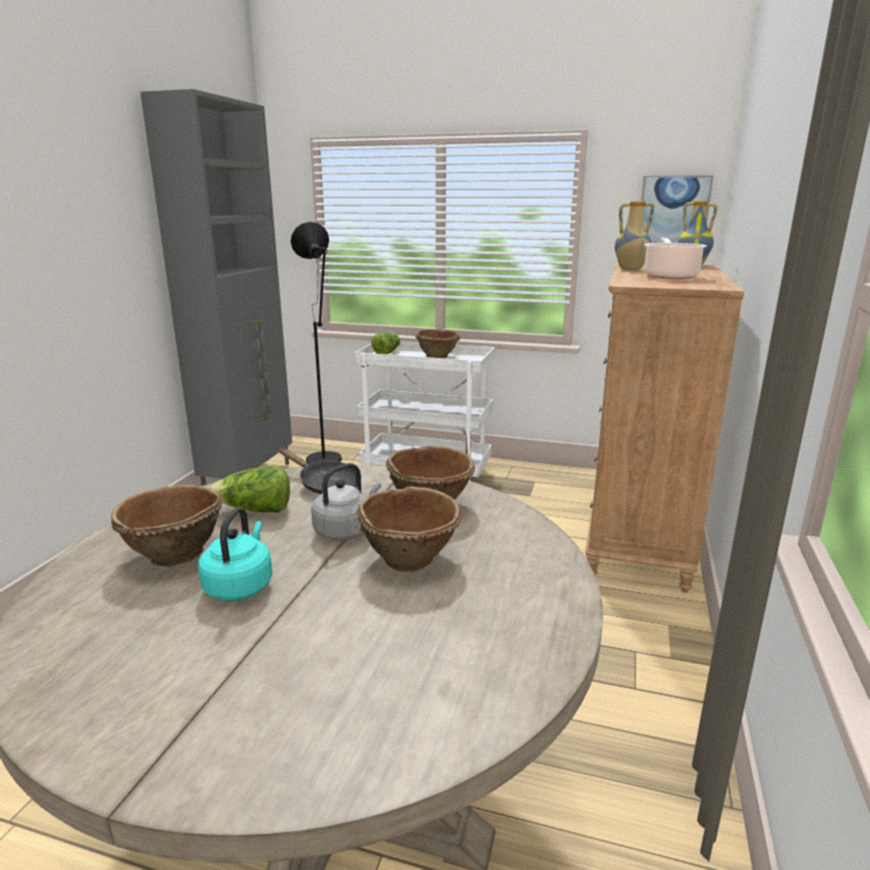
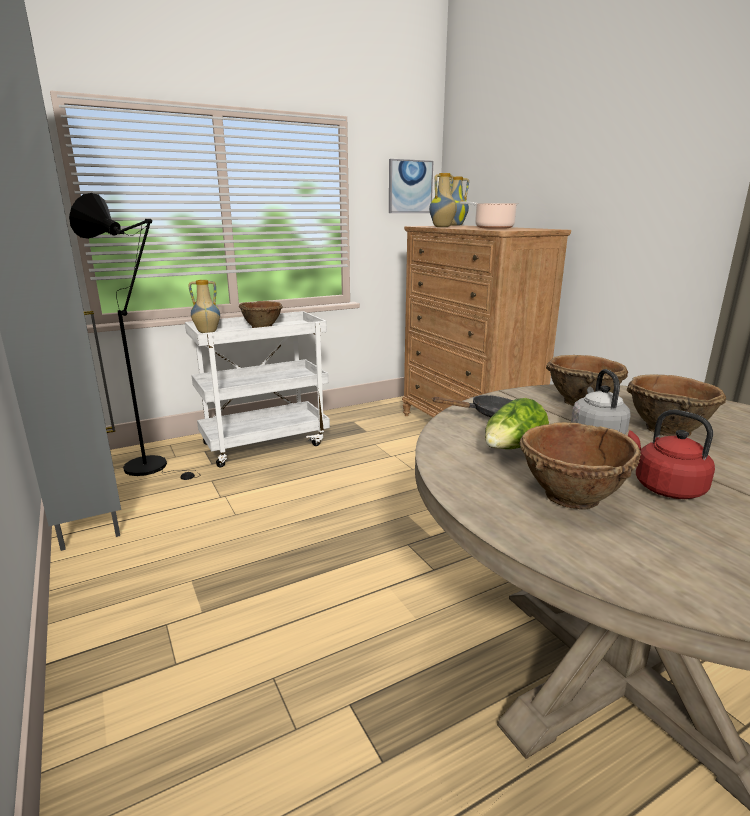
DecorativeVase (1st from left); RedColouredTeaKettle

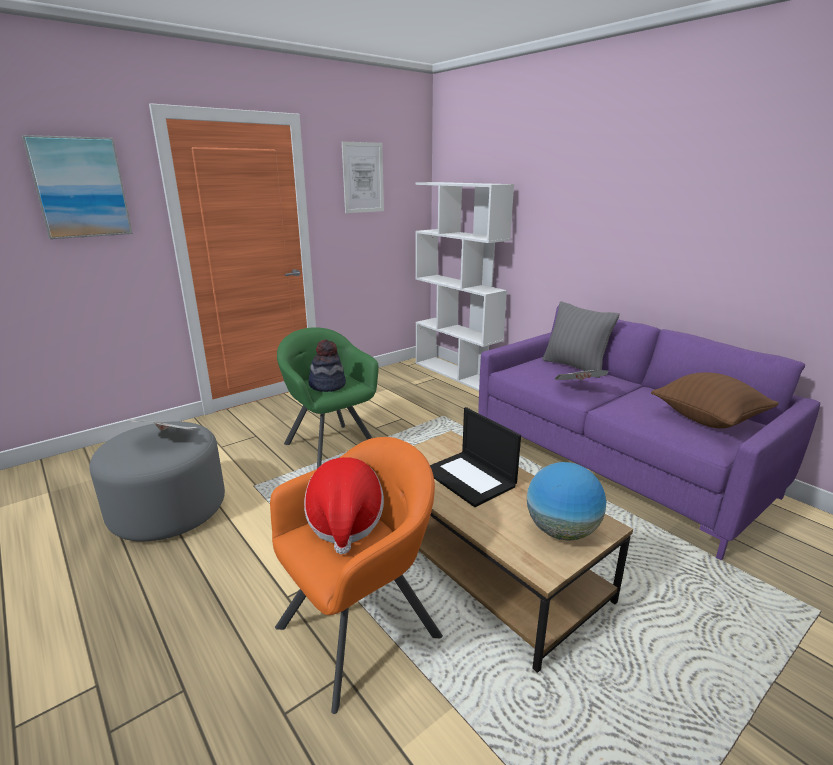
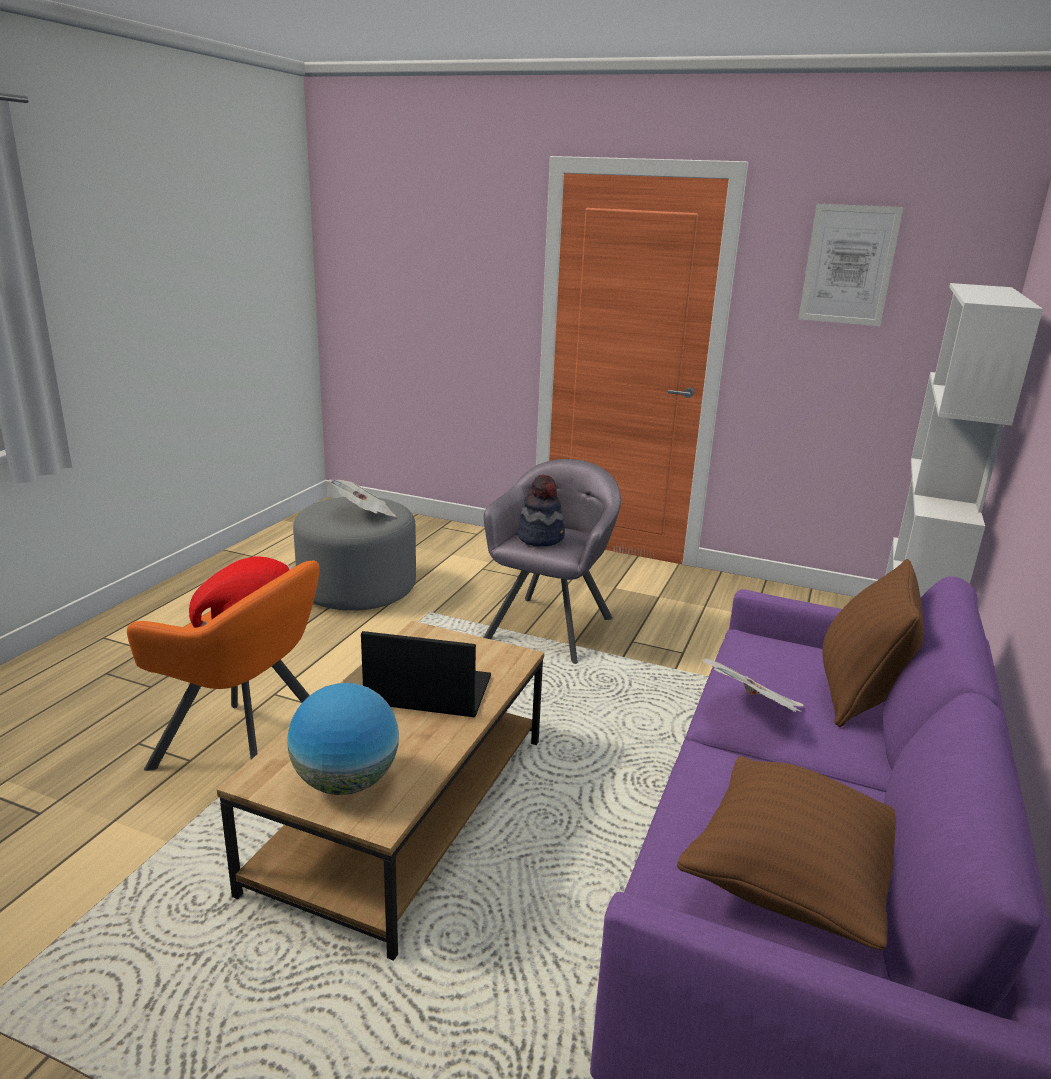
WallArt (1st from left in the first image); BrownColouredThrowPillow (2nd from left); GrayLoungeChair; NotebookComputer

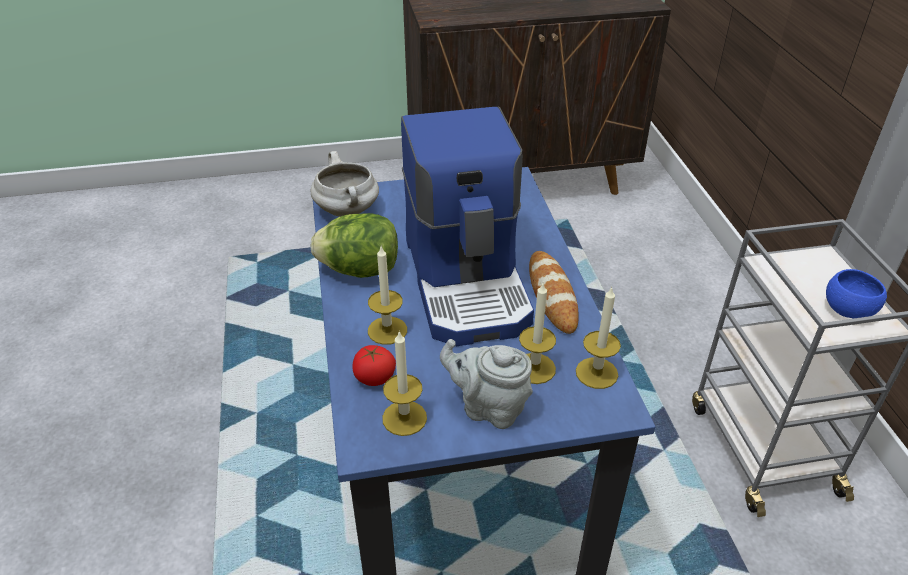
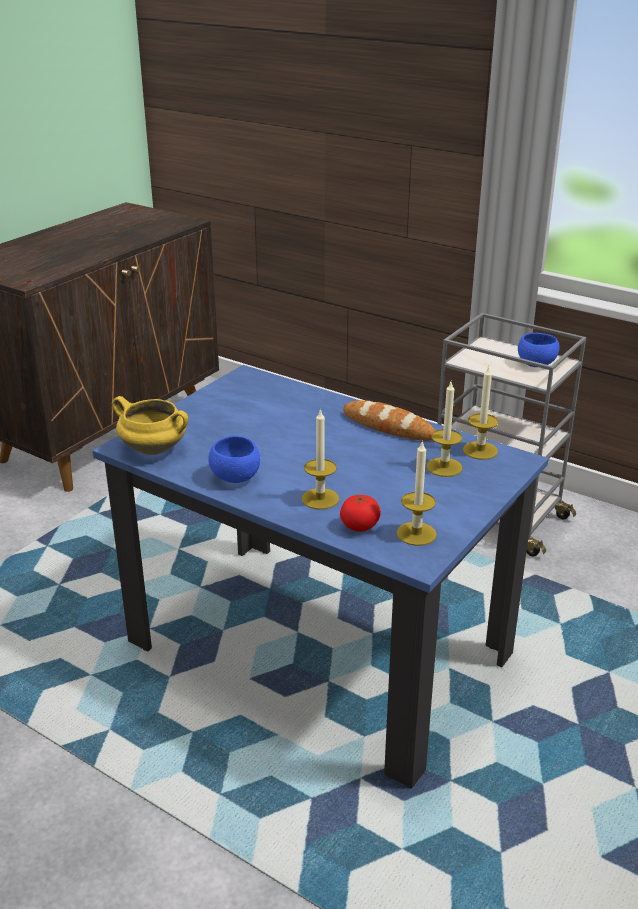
CoffeeMaker; YellowCookingPot; BlueColouredServingBowl (1st from left); GrayTeapot

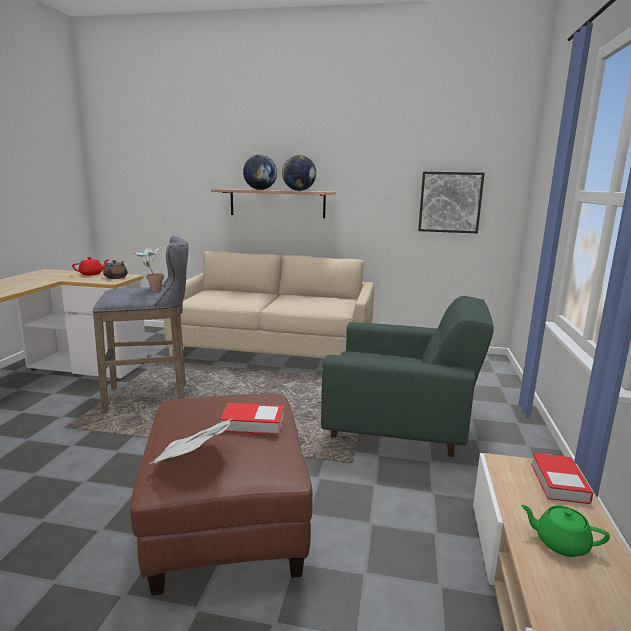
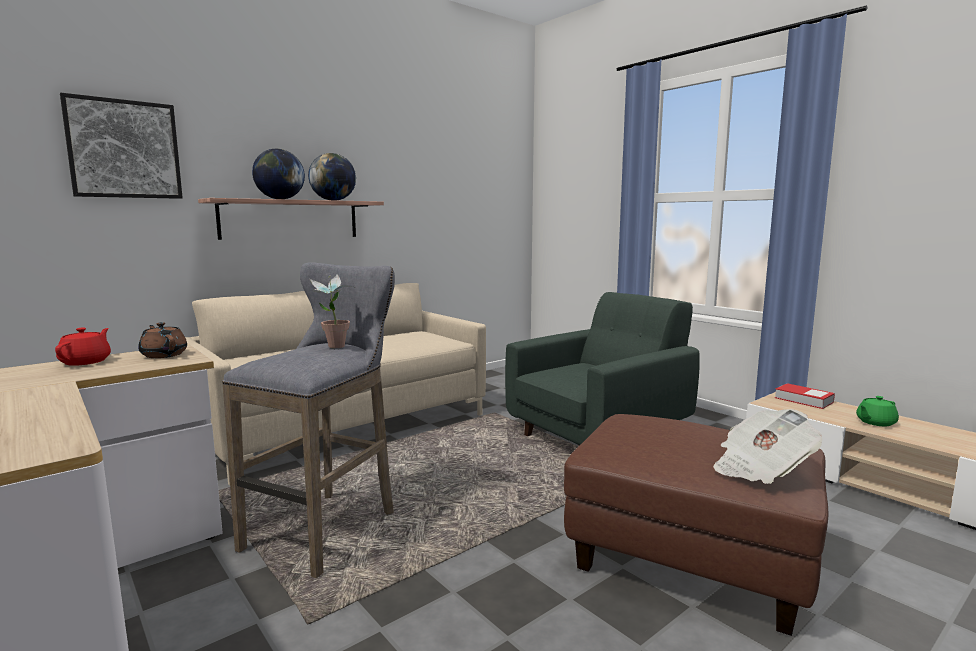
WallArt; BoundBook (1st from left in the first image)

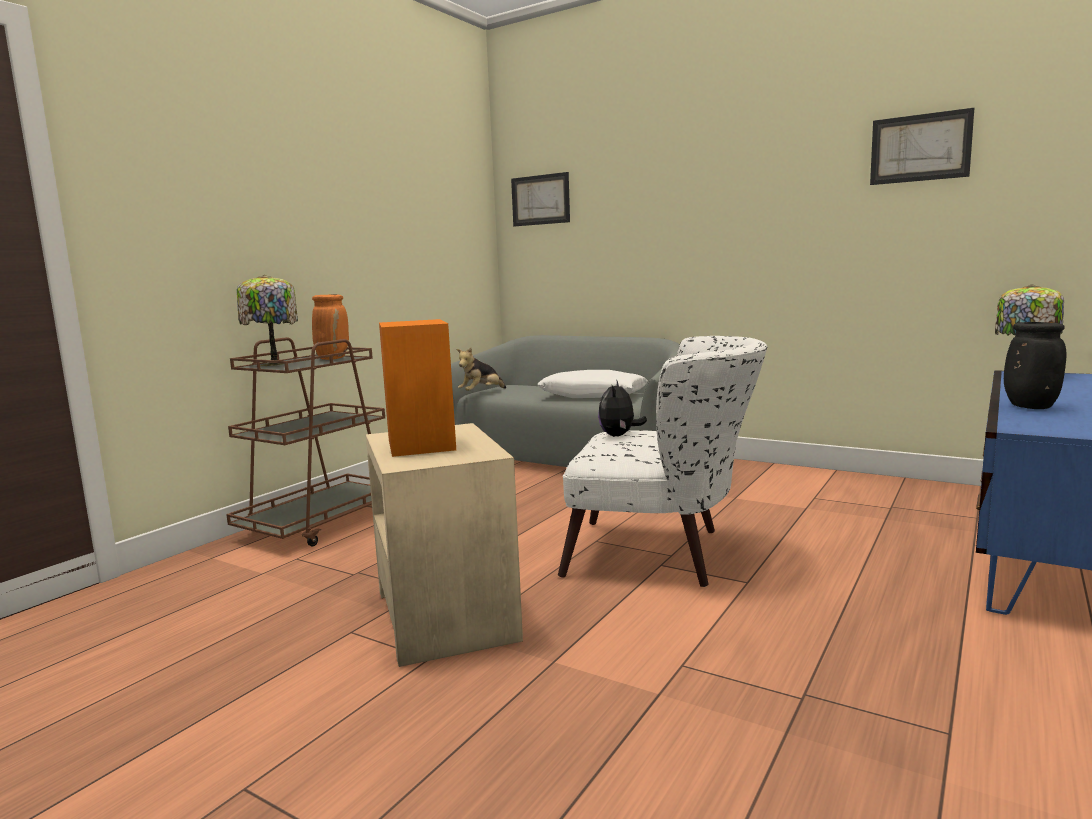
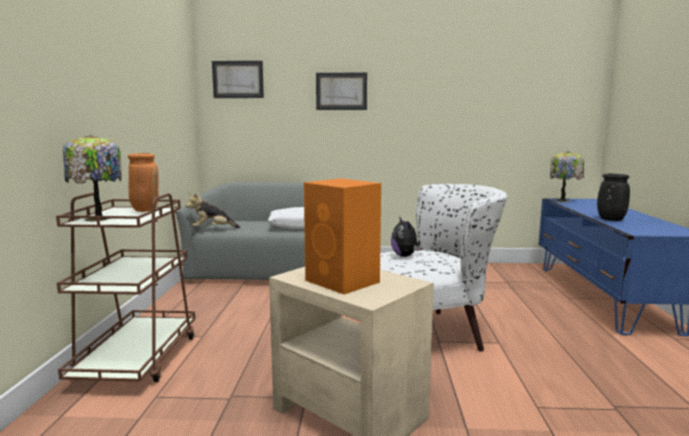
WallArt (2nd from left); CuddlyToy (1st from left)

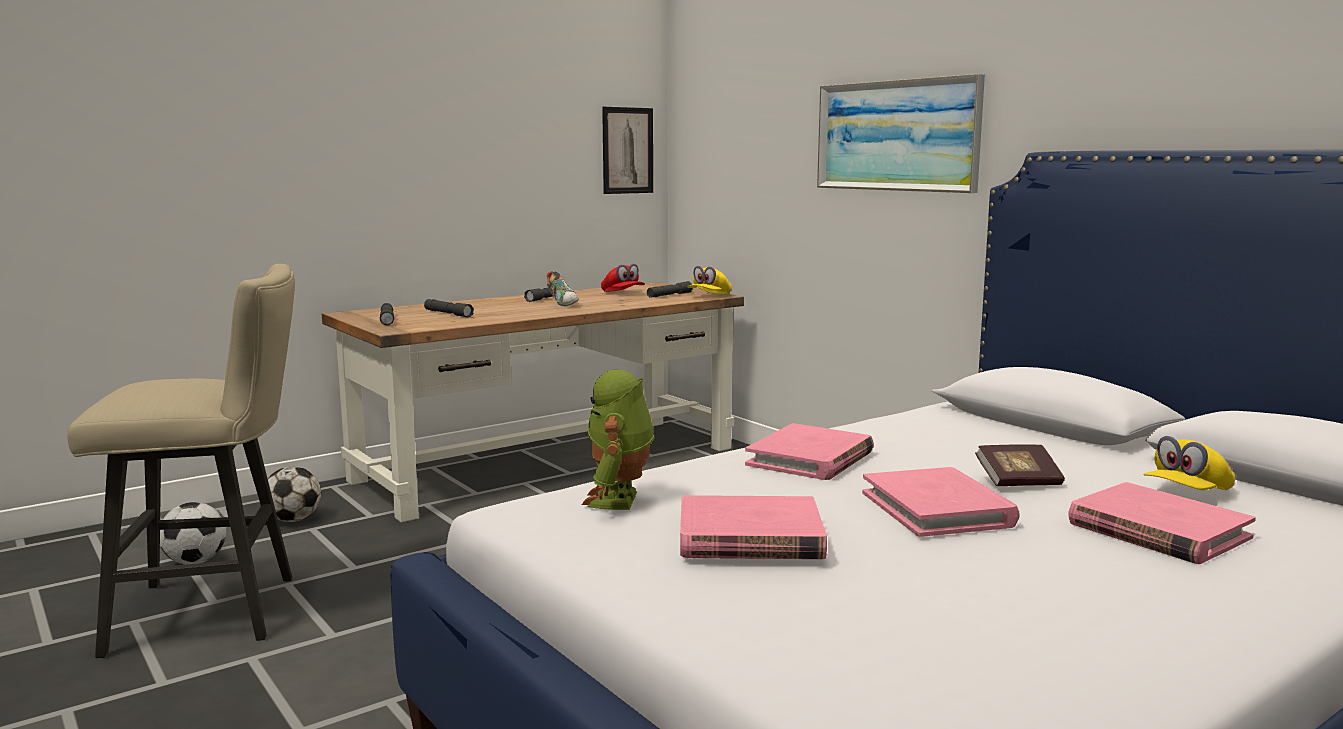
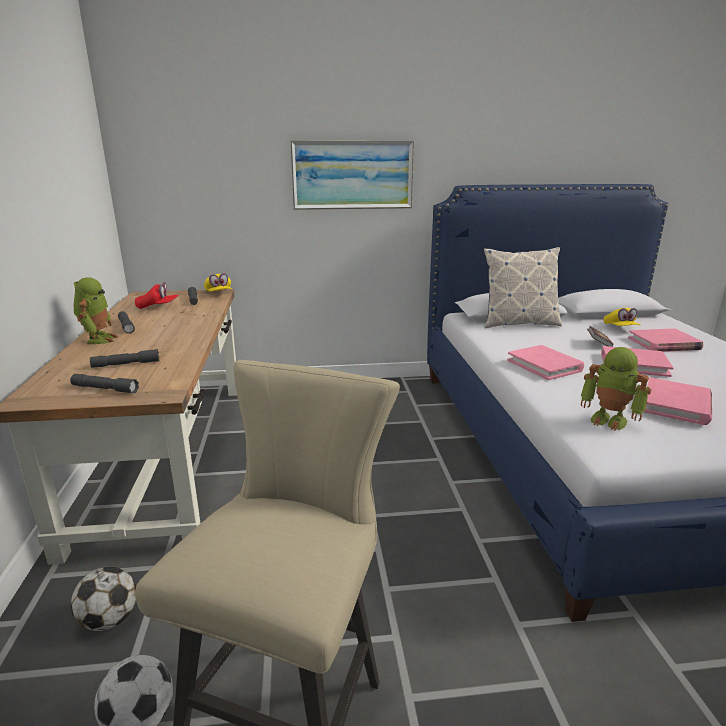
WallArt (1st from left in the first image); LowShoe; ThrowPillow; ToyRobot (1st from left)

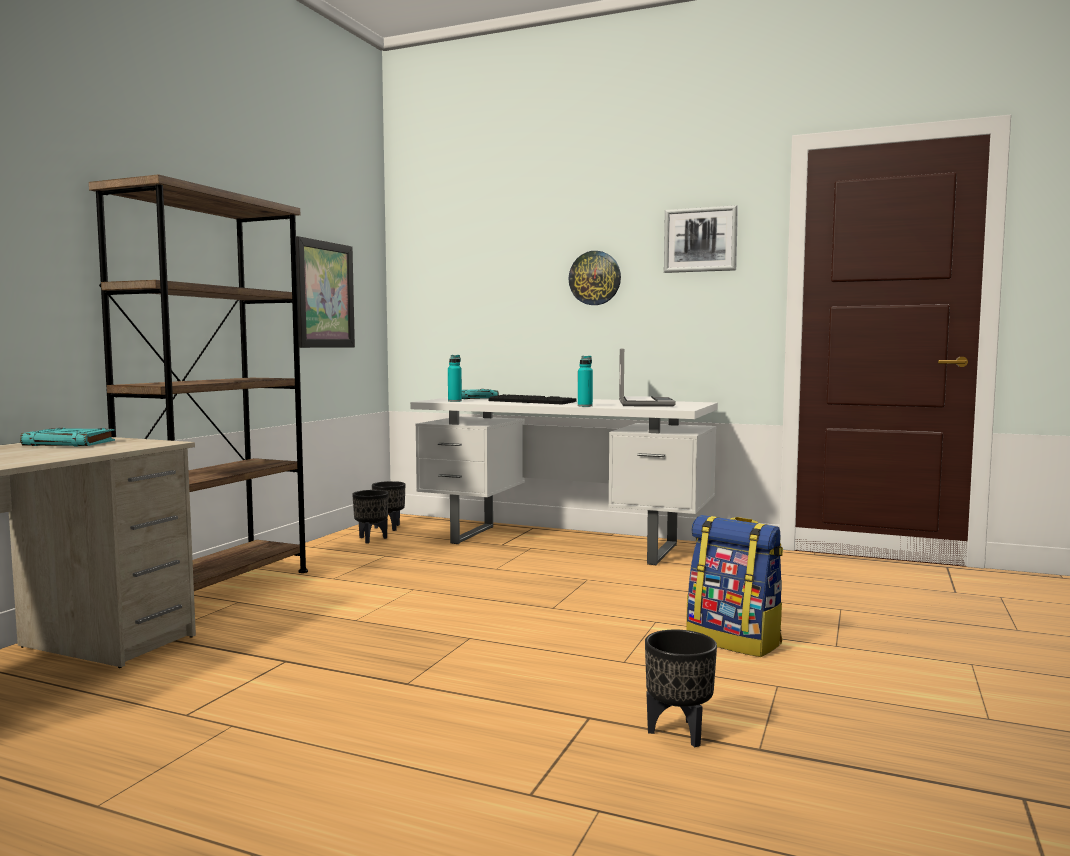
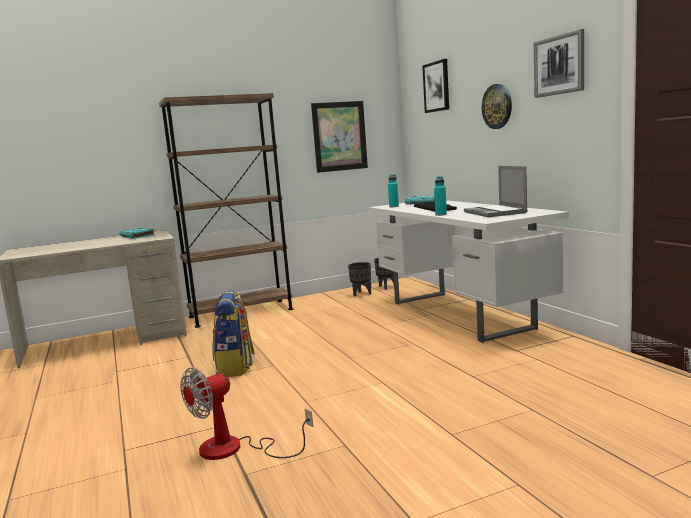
NotebookComputer; Backpack; ElectricFan; WallArt (2nd from left)

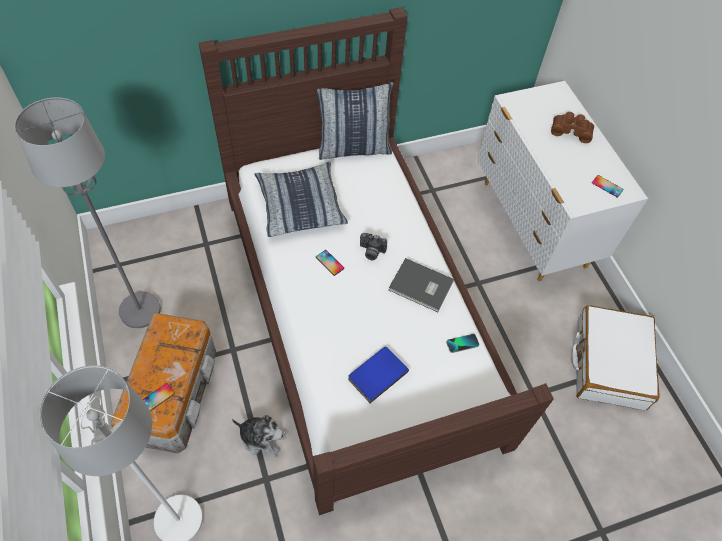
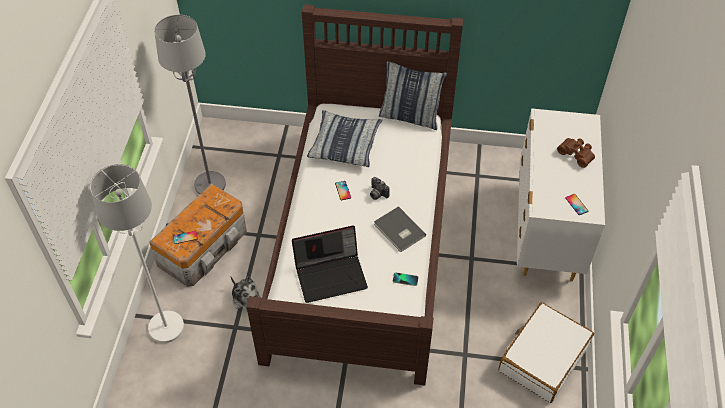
NotebookComputer

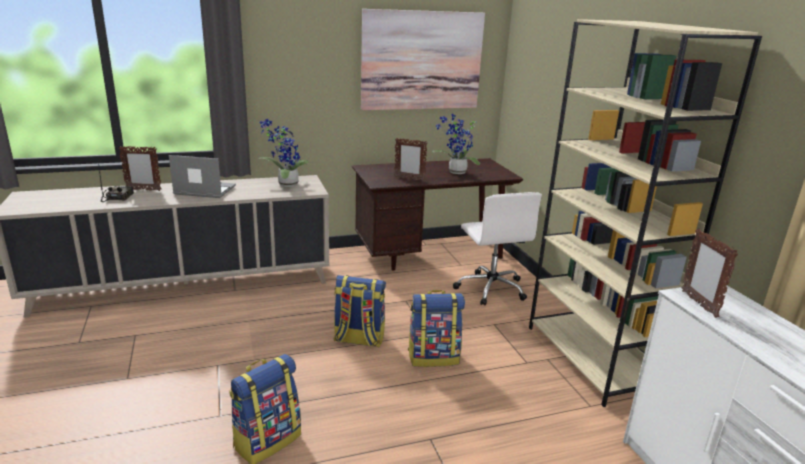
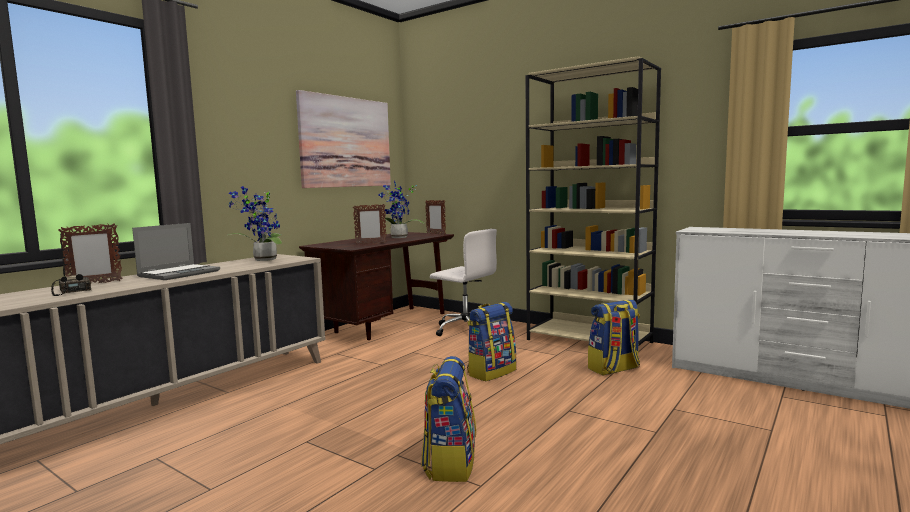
NotebookComputer; PictureFrame (3rd from left); Backpack (3rd from left)

